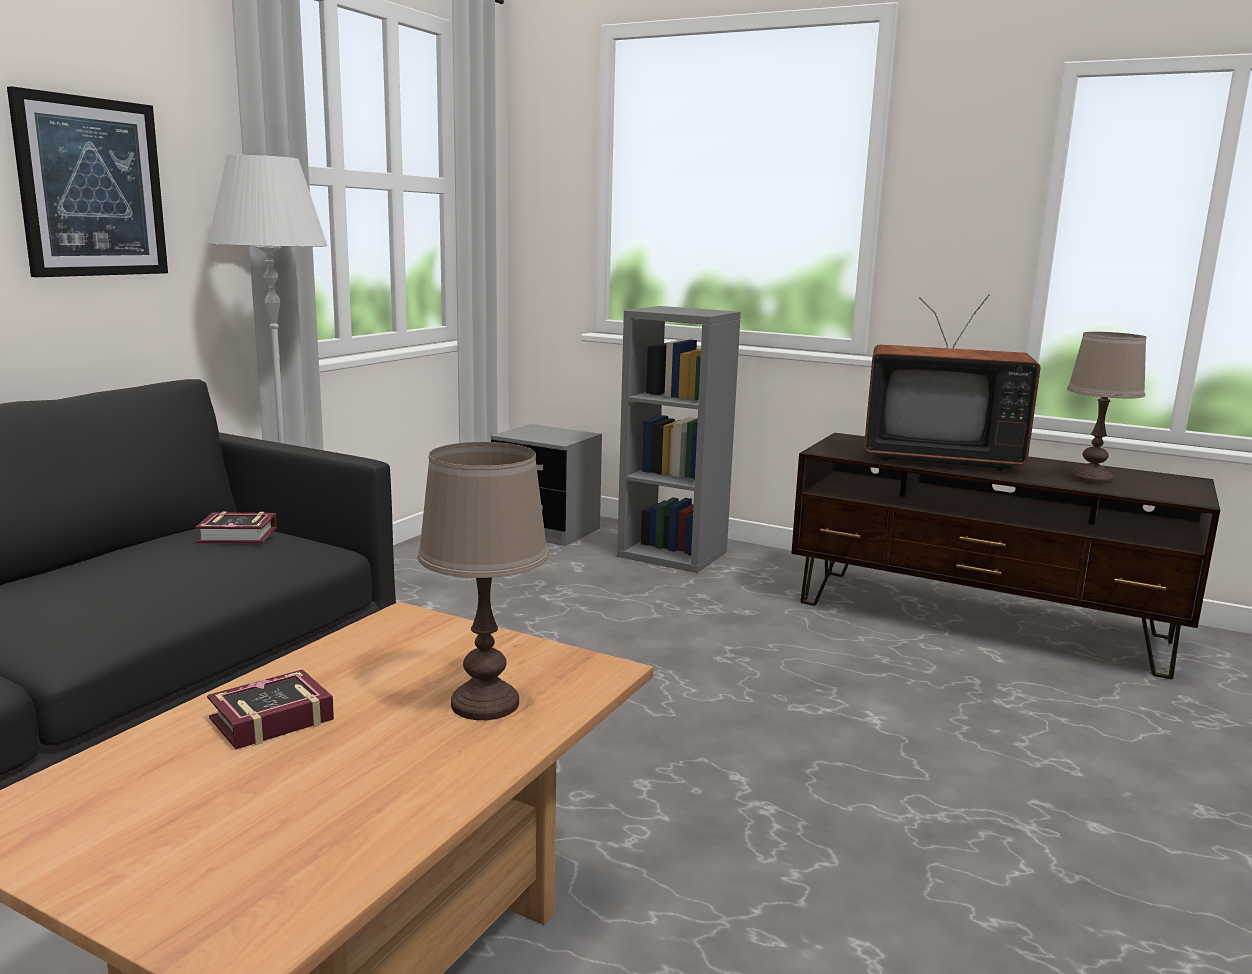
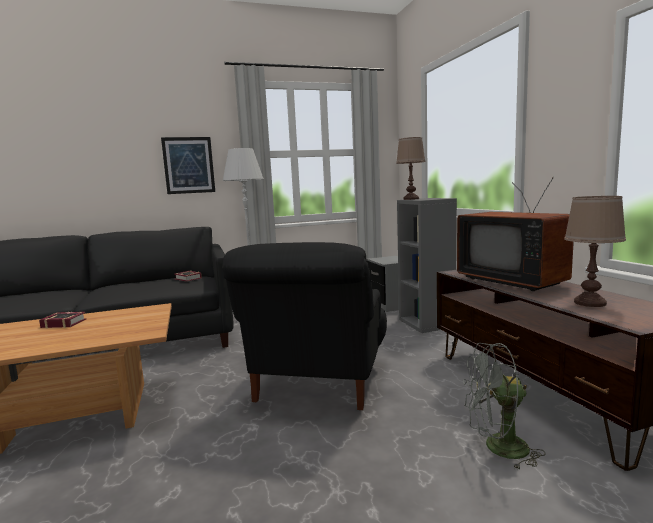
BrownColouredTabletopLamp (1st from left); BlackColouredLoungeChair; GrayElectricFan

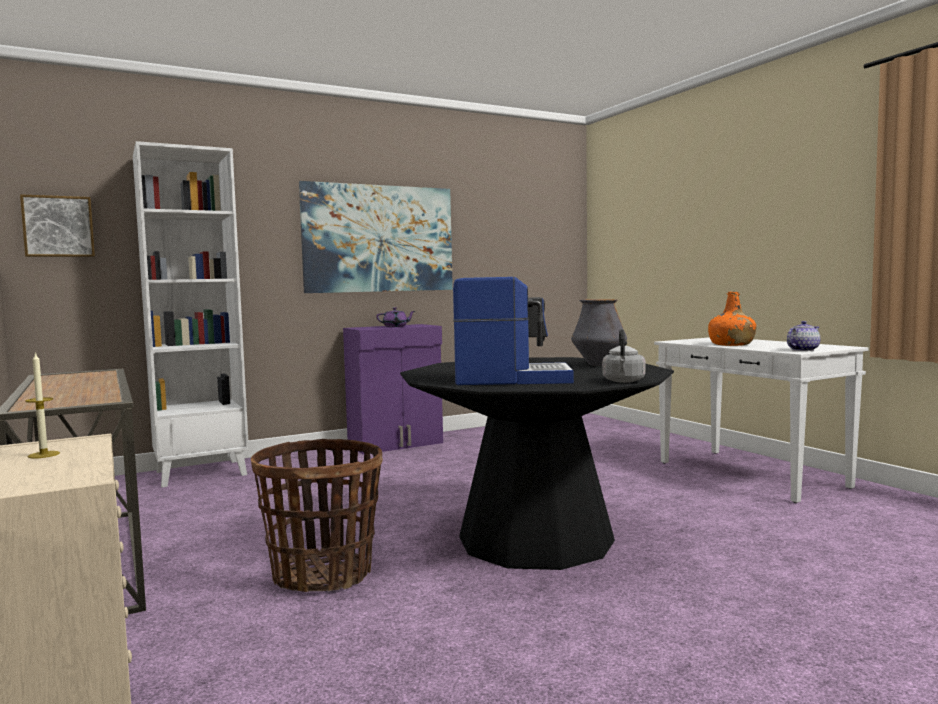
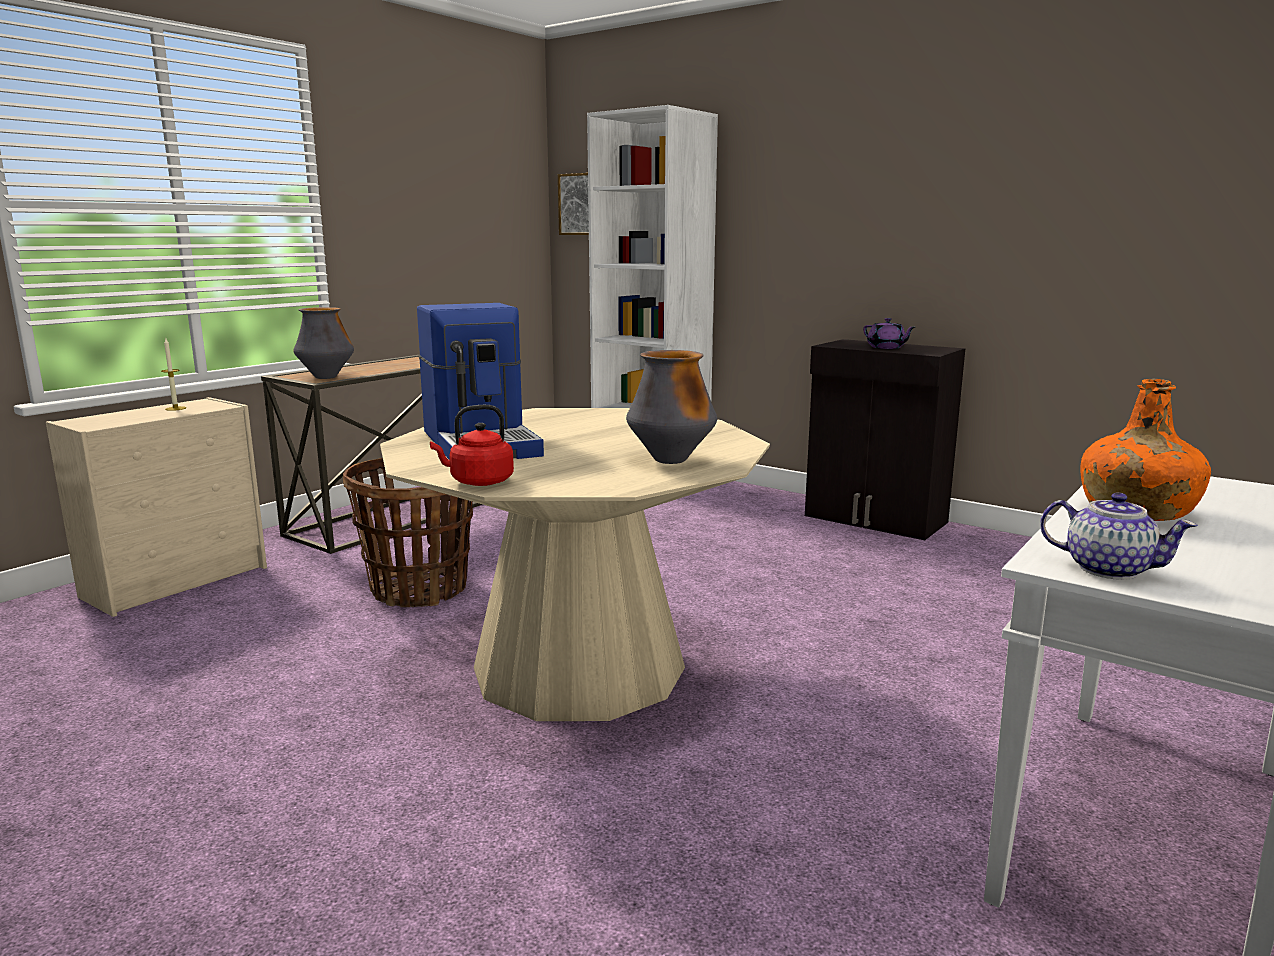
WallArt (2nd from left in the first image); BlackColouredCupboard; RedColouredTeaKettle; BeigeDiningTable; DecorativeVase (1st from left)

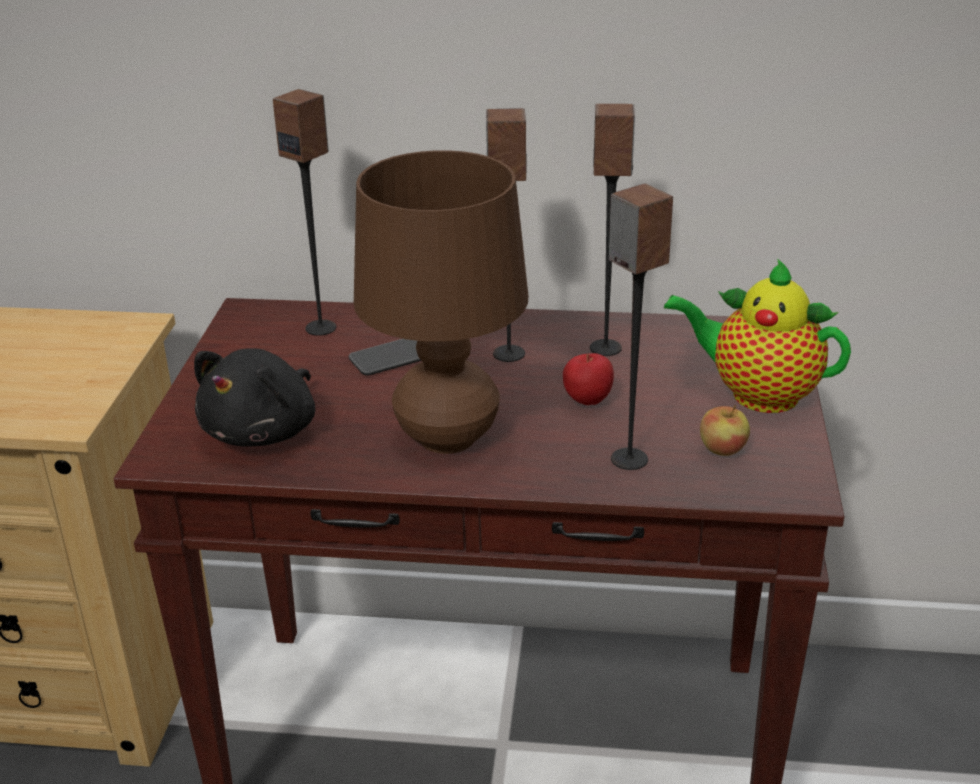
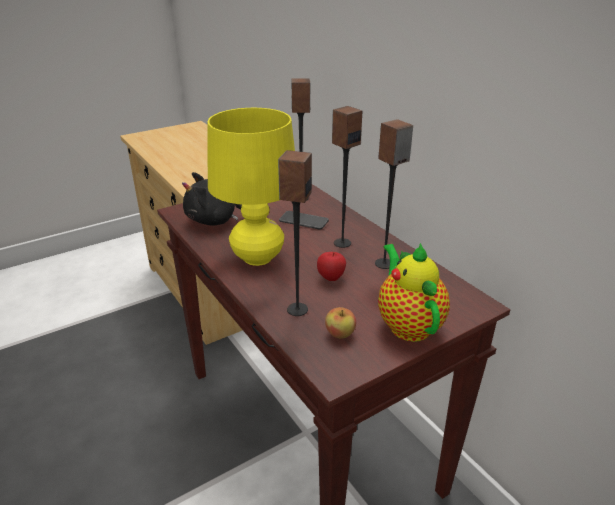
YellowTabletopLamp

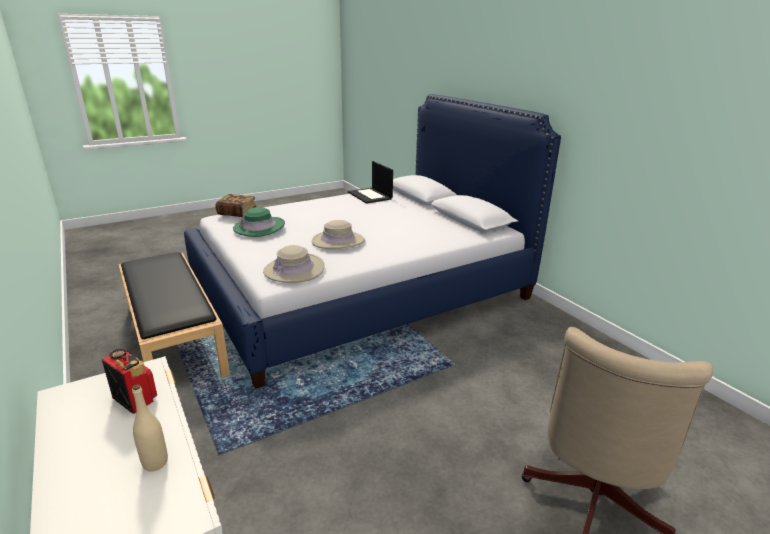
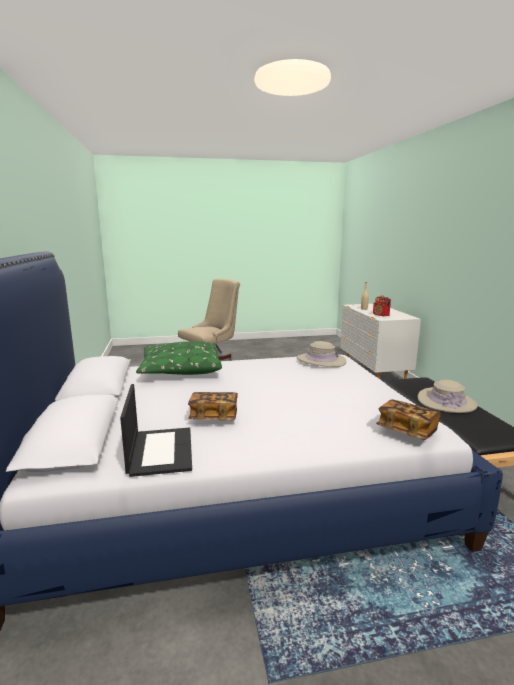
GreenColouredHat; BeigeHat (2nd from left); GreenColouredThrowPillow; BoundBook (1st from left)

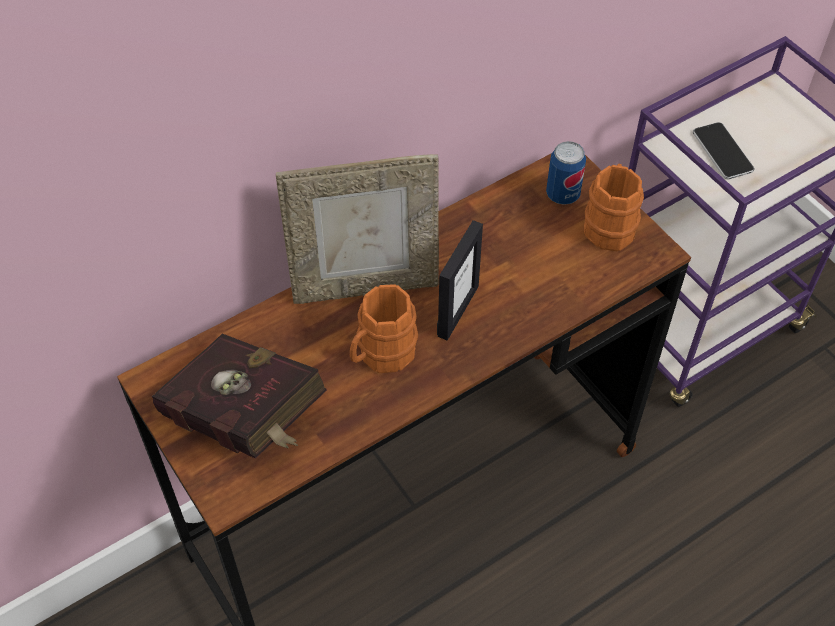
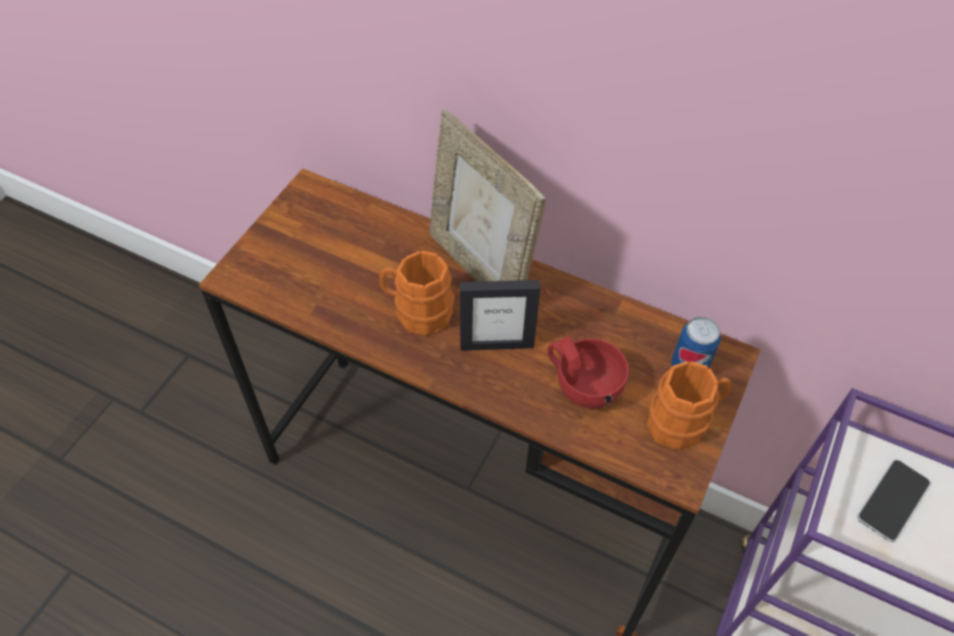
RedColouredBoundBook; RedColouredSmallCup

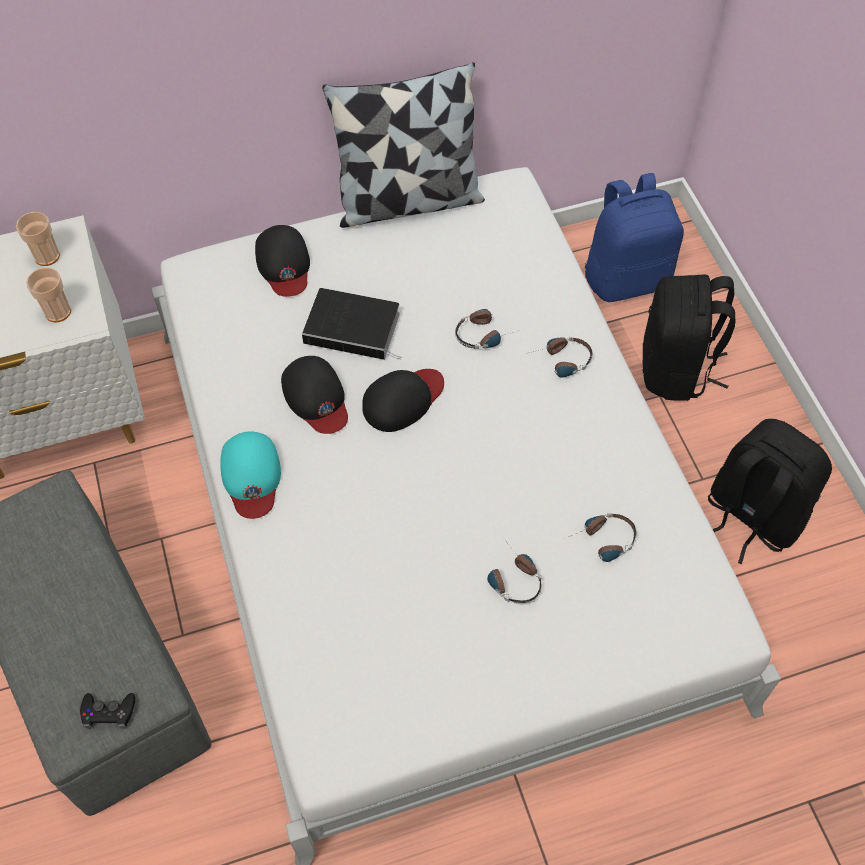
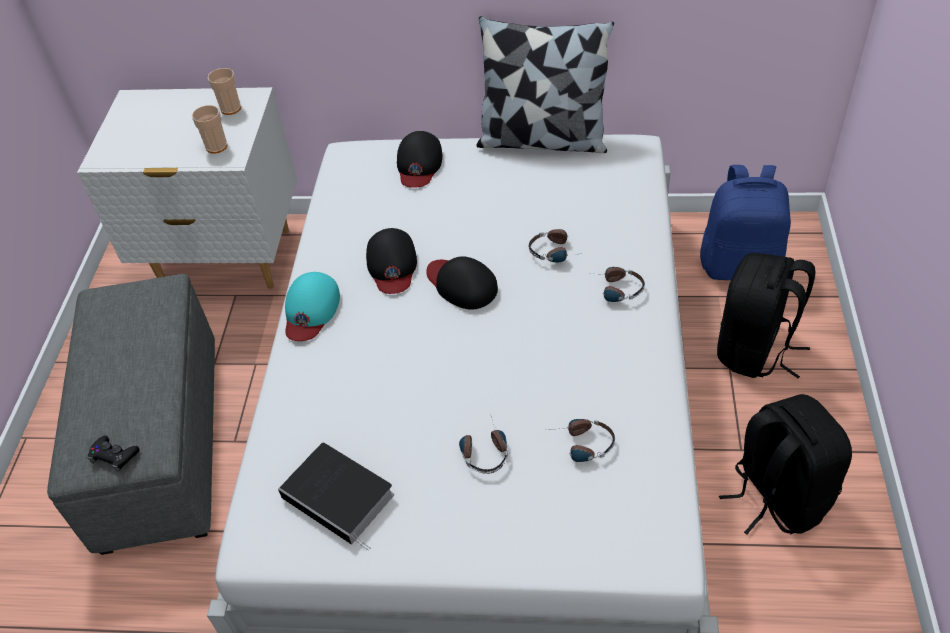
BoundBook; BlackColouredCap (3rd from left)

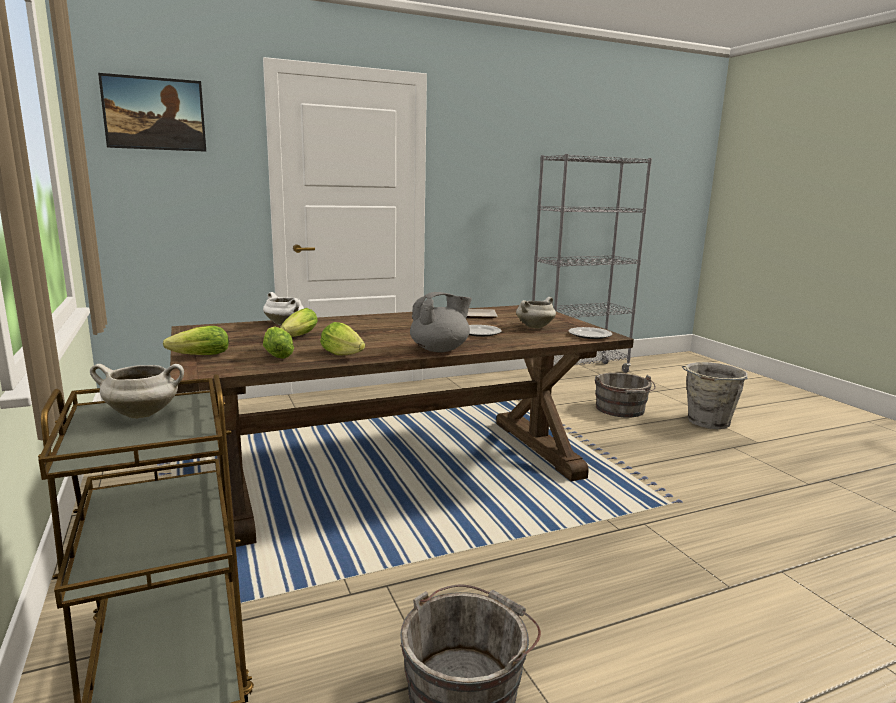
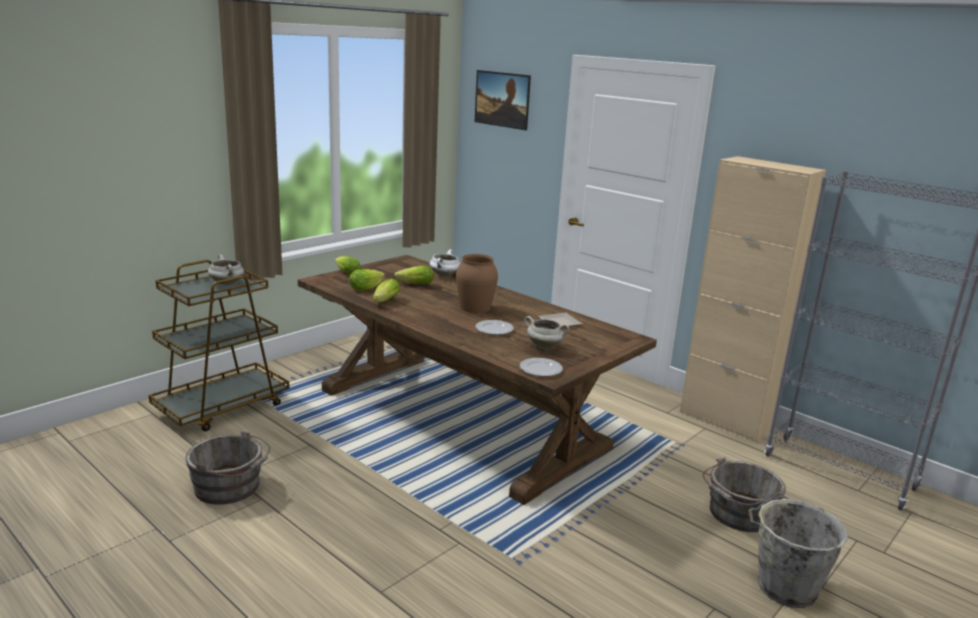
GrayTeapot; BeigeCupboard; BrownColouredDecorativeVase

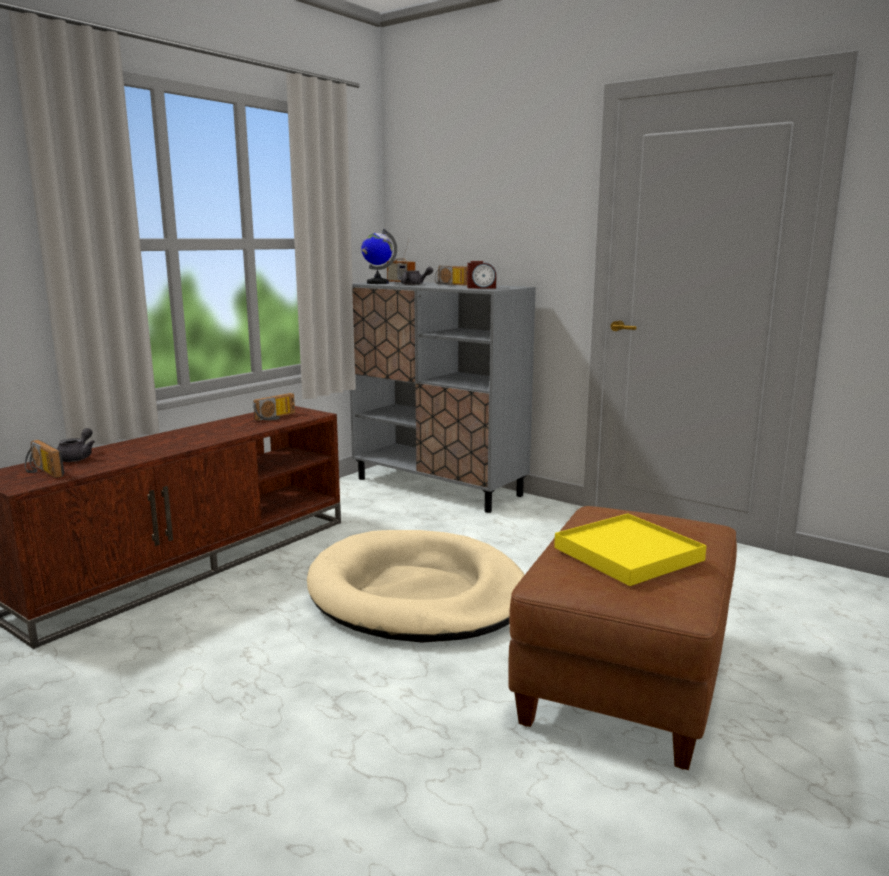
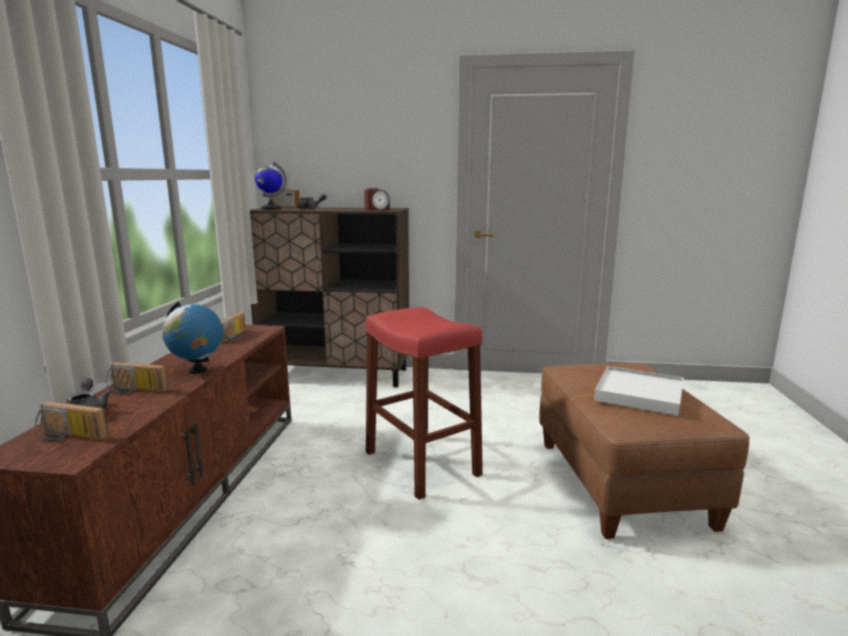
RadioSet (2nd from left); BrownColouredCupboard; WhiteTray; RedColouredSittingStool; WorldGlobe (1st from left)

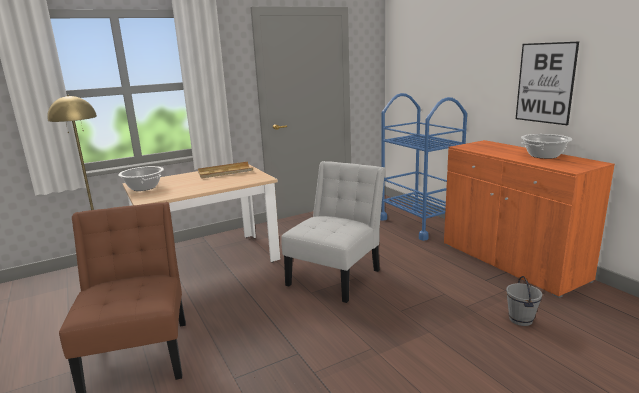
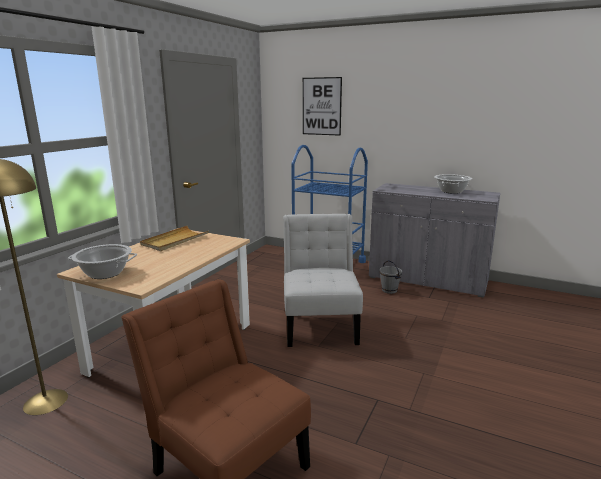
WallArt; GrayCupboard; GrayWaterBucket

